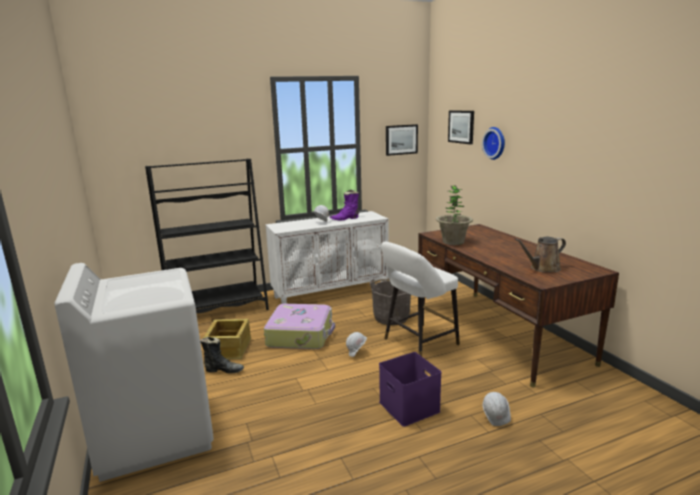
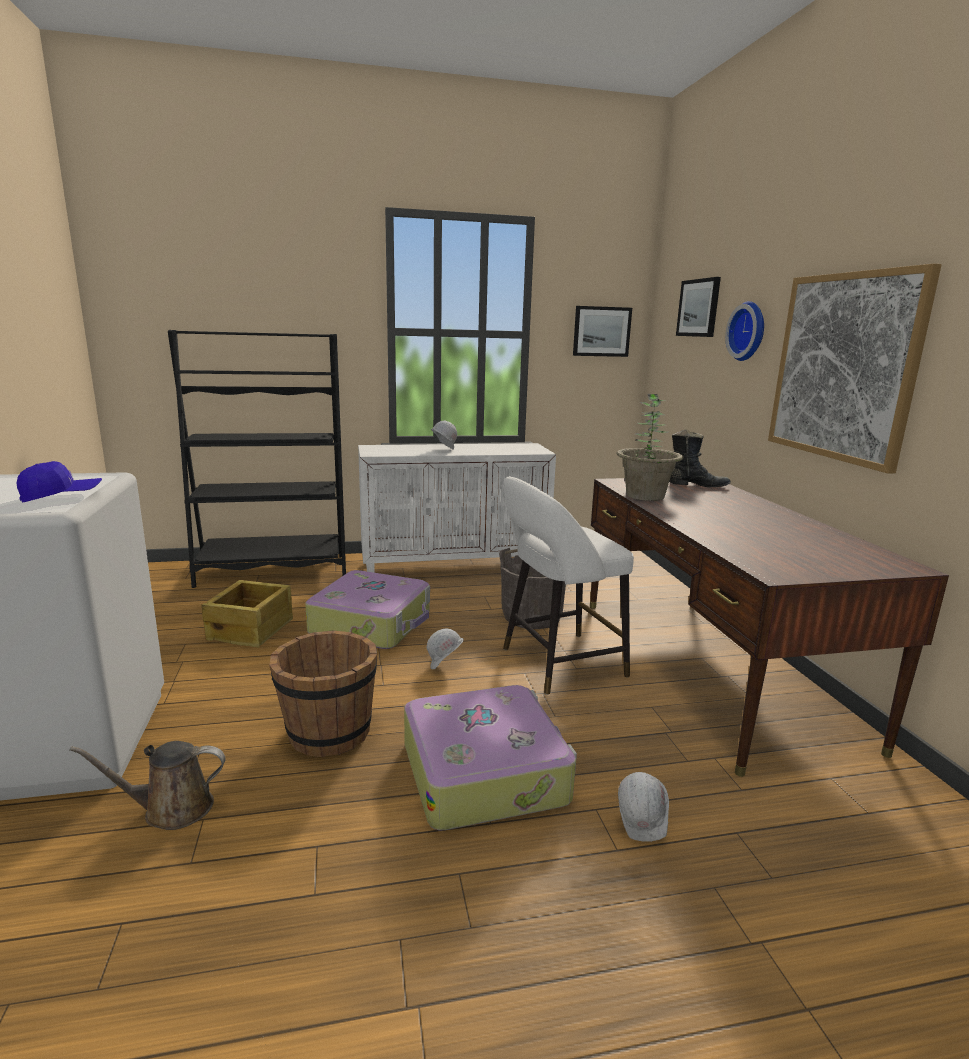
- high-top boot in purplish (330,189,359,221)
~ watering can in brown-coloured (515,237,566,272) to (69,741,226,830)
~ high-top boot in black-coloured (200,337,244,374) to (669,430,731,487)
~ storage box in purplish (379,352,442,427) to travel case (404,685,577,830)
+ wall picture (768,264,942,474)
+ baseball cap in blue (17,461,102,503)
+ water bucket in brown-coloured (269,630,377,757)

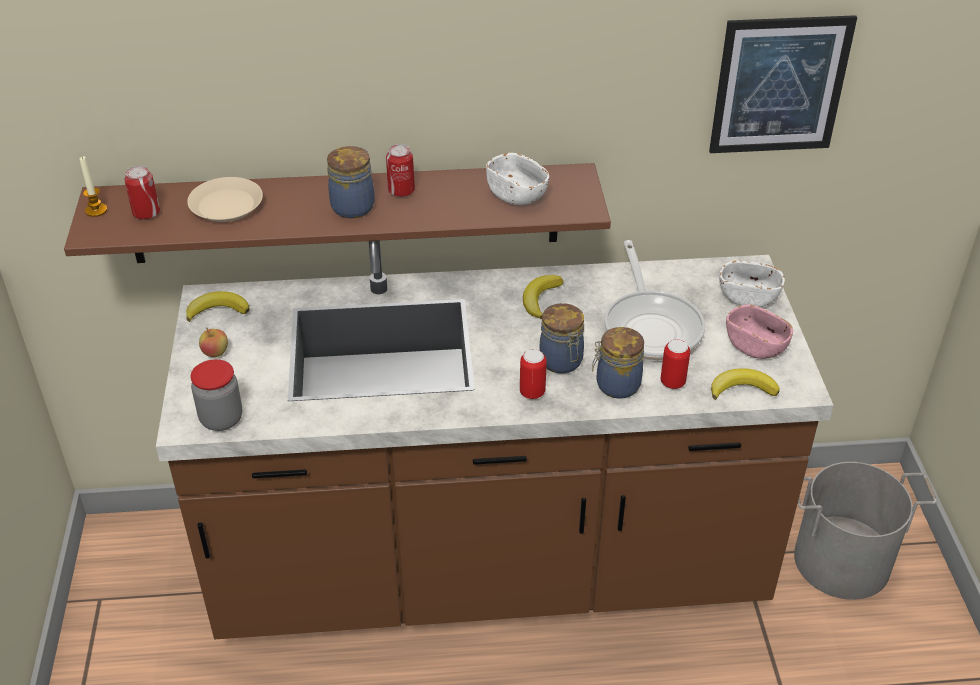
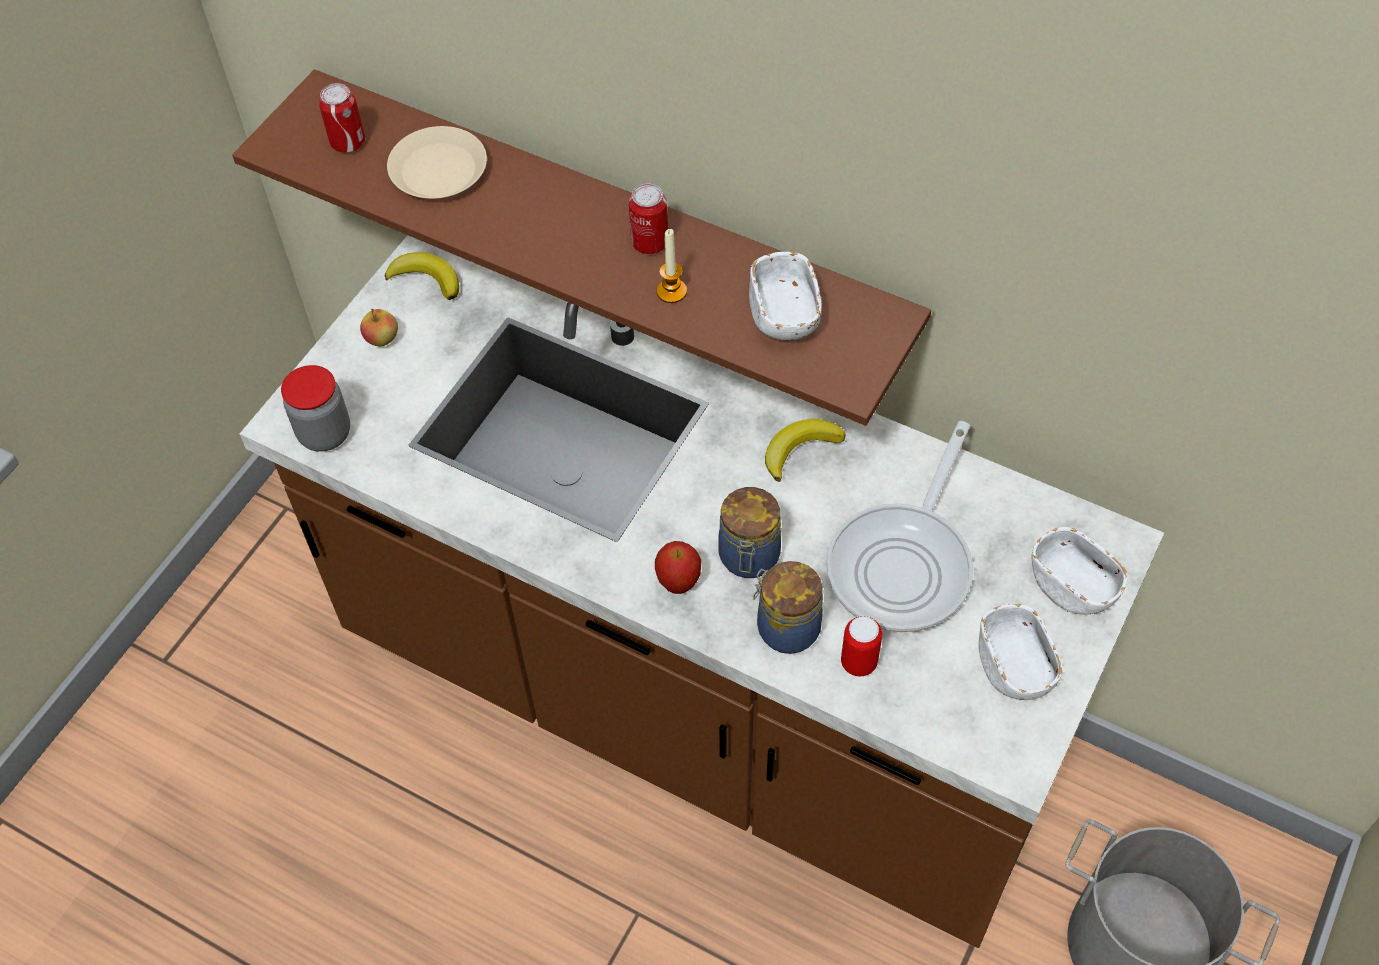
- wall picture (709,15,857,153)
- preserve jar (327,146,375,218)
~ wax light (79,156,107,217) to (657,229,687,303)
~ serving bowl in pink (726,304,793,359) to serving bowl in white (979,604,1063,700)
~ can (520,349,547,400) to apple fruit (655,541,701,594)
- banana (711,368,780,400)

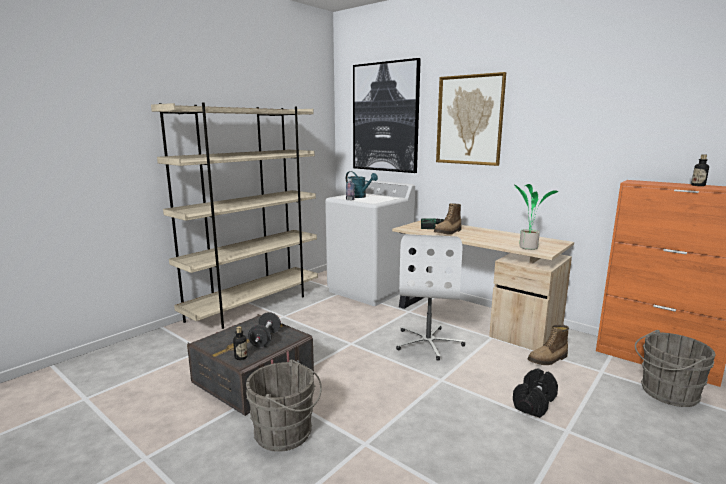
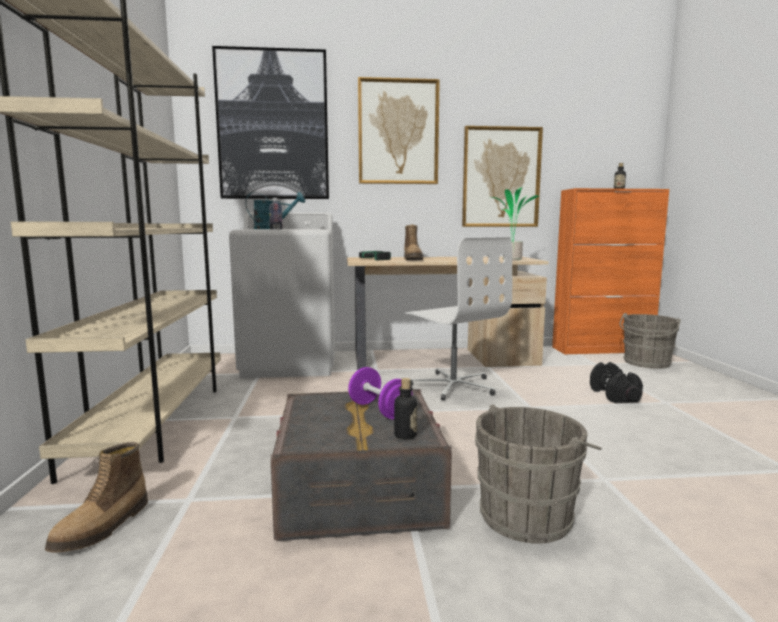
~ dumbbell in black-coloured (248,312,281,348) to dumbbell in purplish (348,367,413,419)
~ high-top boot (528,325,569,365) to (45,442,148,553)
+ wall picture (462,126,543,227)

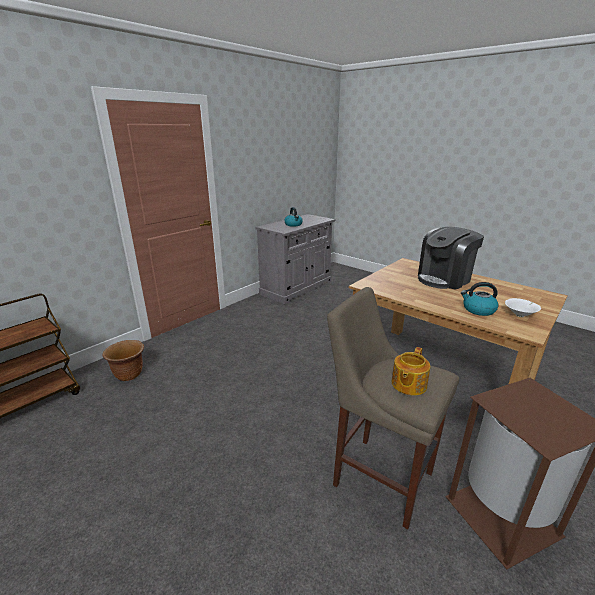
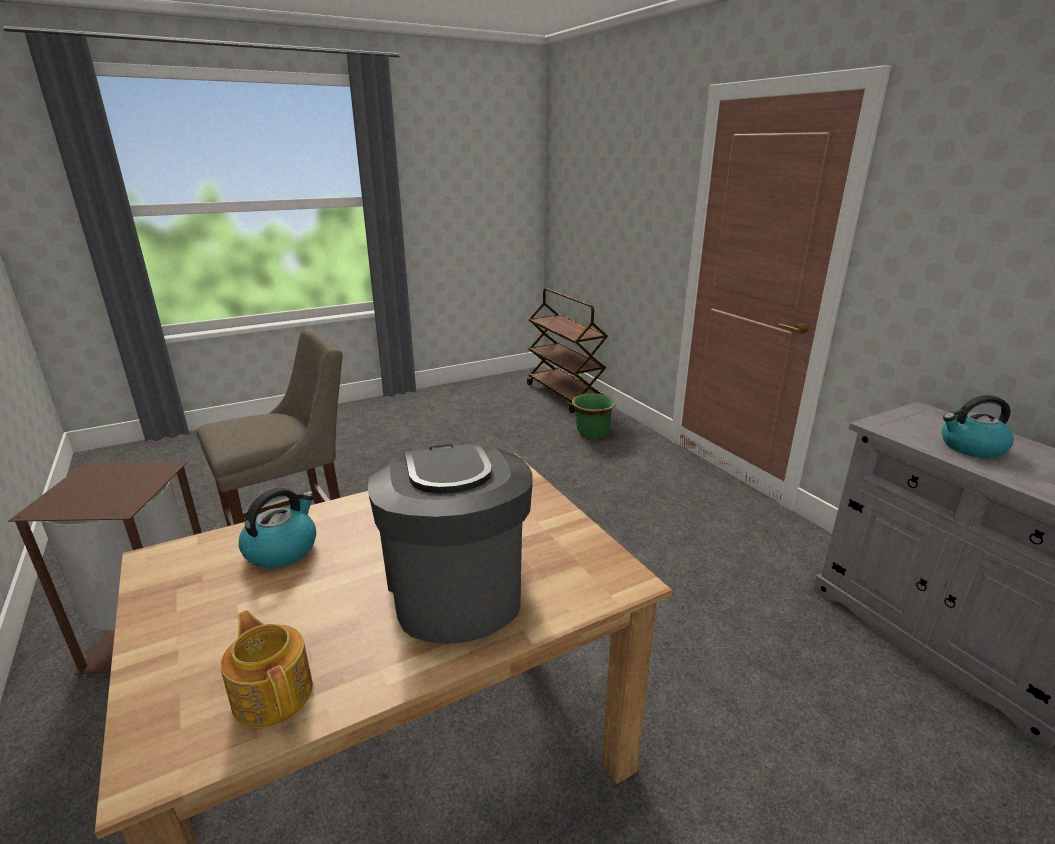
- serving bowl in white (505,298,541,317)
~ plant pot in brown-coloured (103,340,144,381) to plant pot in greenish (572,393,616,439)
~ tea pot (392,347,430,395) to (220,610,313,728)

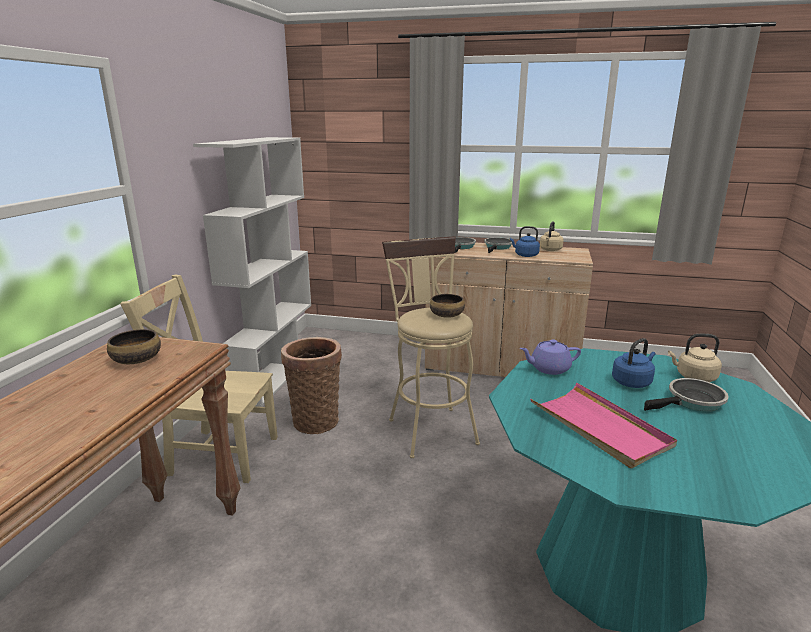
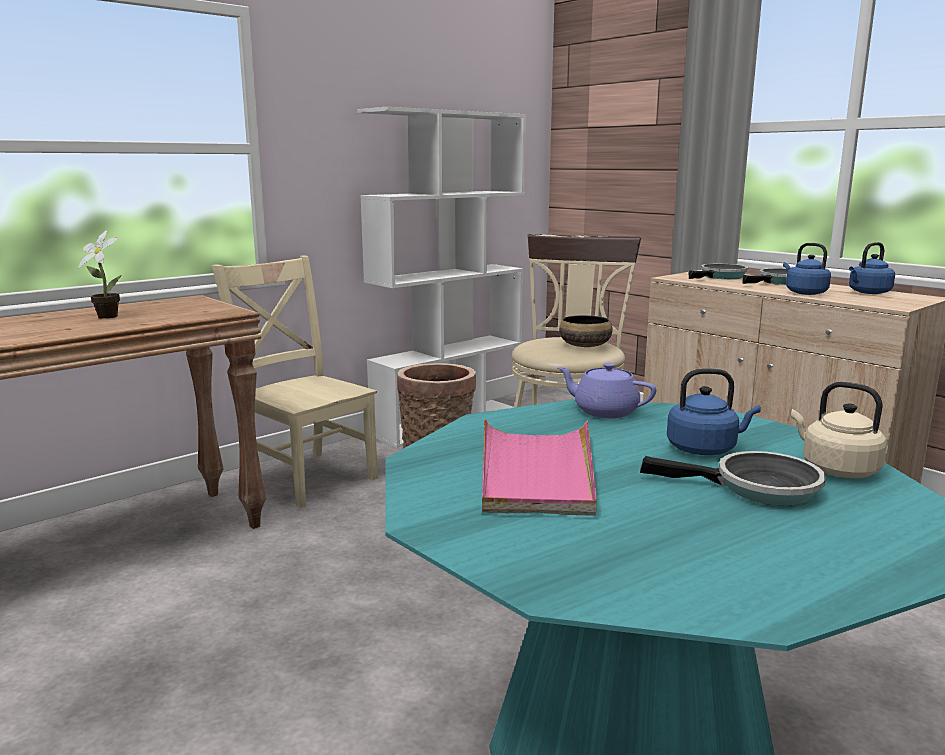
~ tea kettle in sand-coloured (540,221,564,251) to tea kettle in blue (849,242,895,294)
- serving bowl (107,329,161,364)
+ plant in a pot (78,230,121,319)

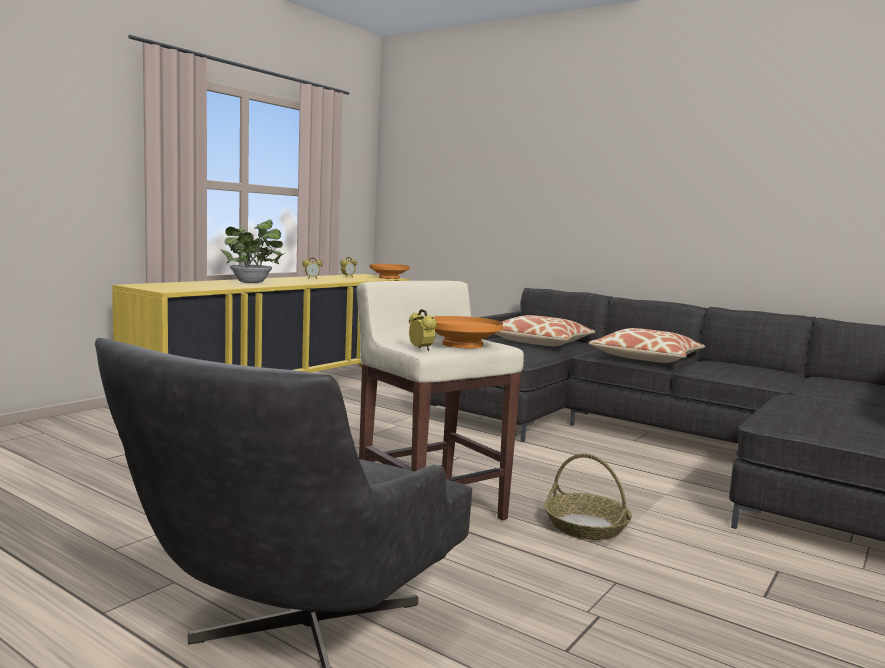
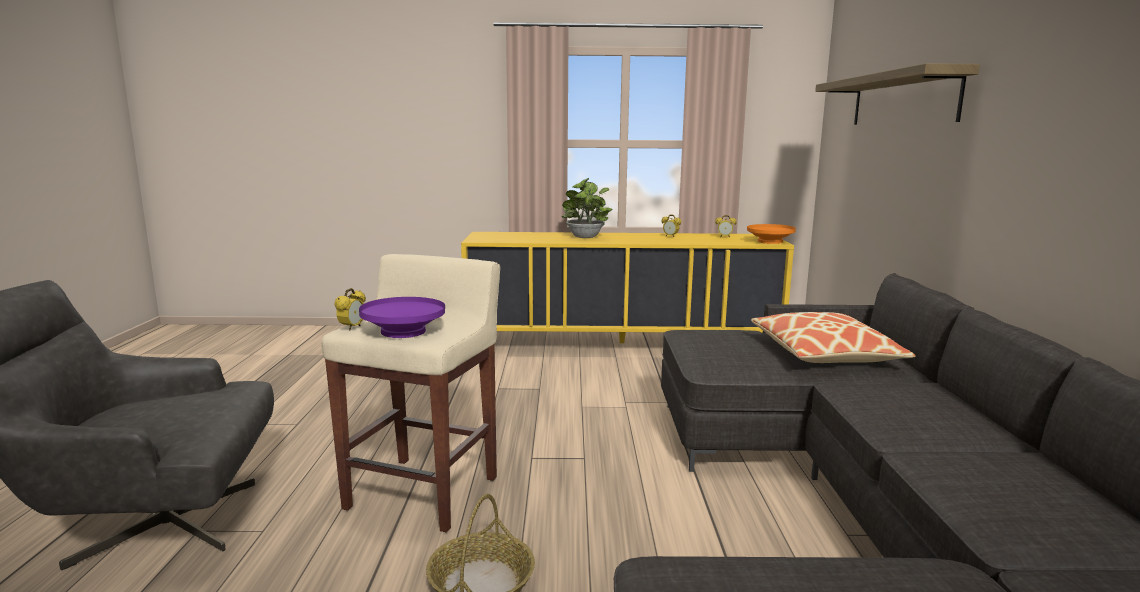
~ serving bowl in orangey (433,316,503,349) to serving bowl in purplish (359,297,445,338)
- pillow (588,328,705,363)
+ shelf (815,63,980,125)

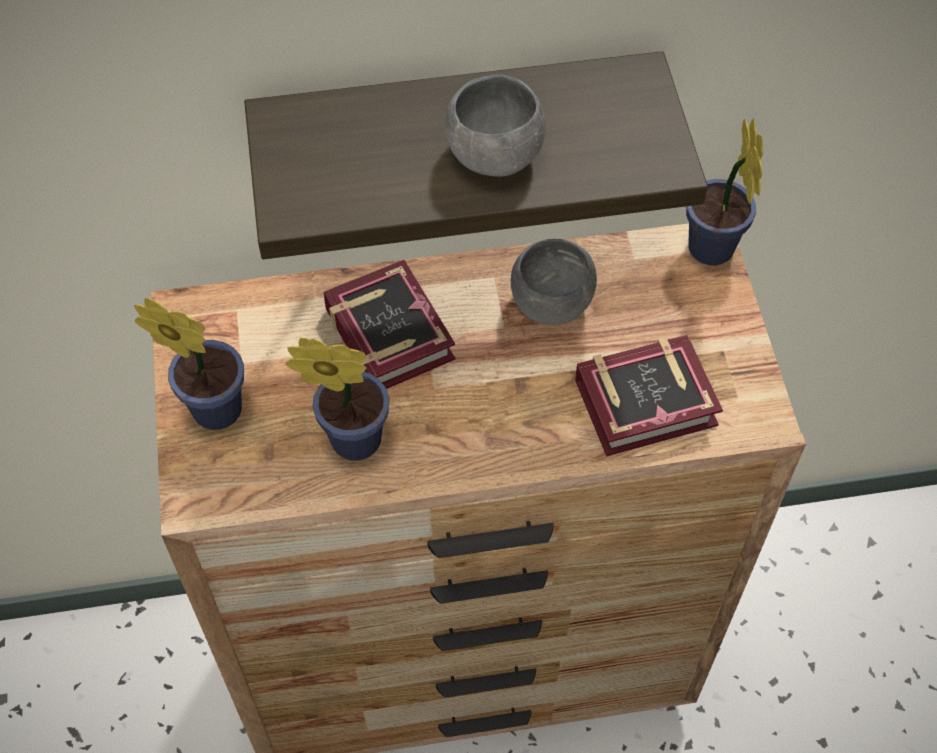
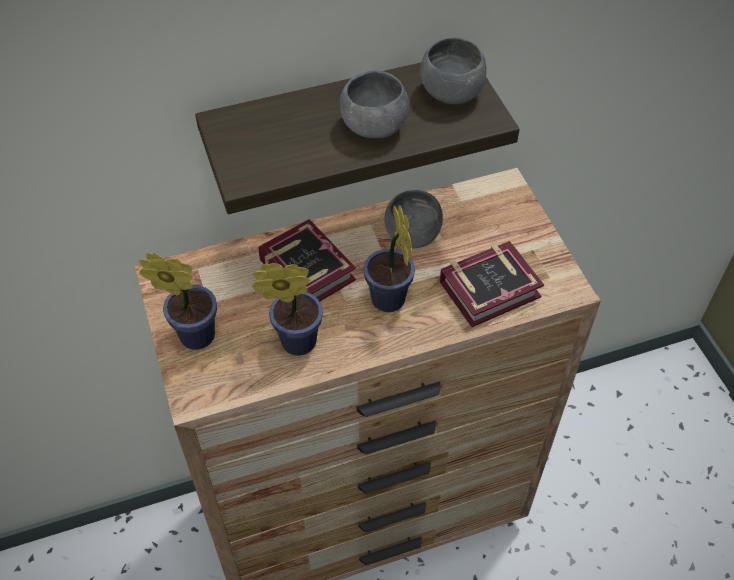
~ plant in a pot (686,118,763,266) to (363,205,415,312)
+ serving bowl in gray (420,37,486,104)

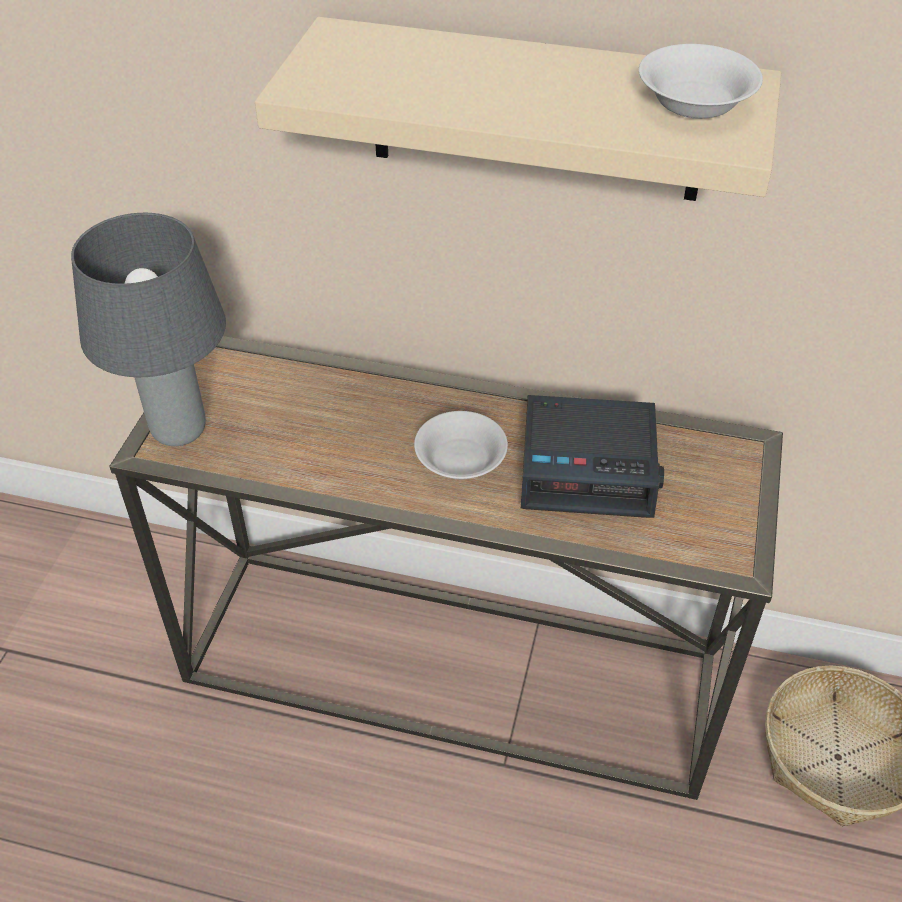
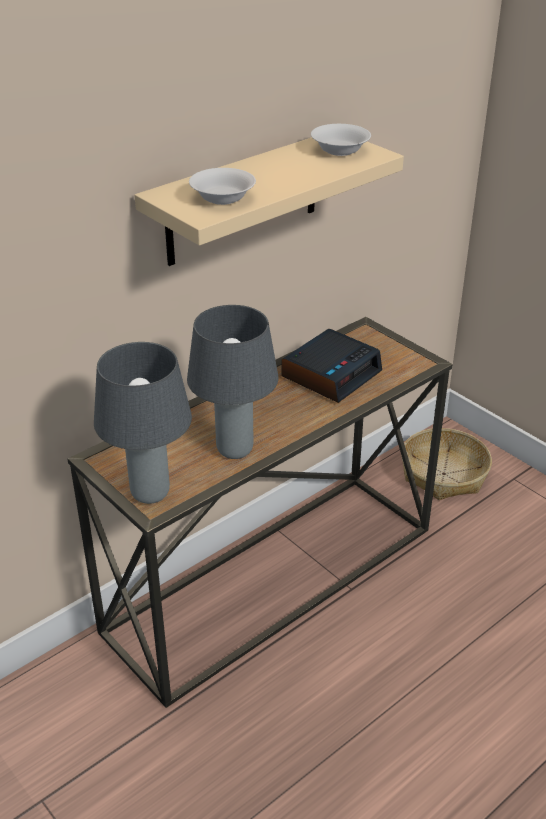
~ serving bowl in white (414,411,508,479) to (189,168,256,205)
+ table lamp in gray (187,305,279,459)

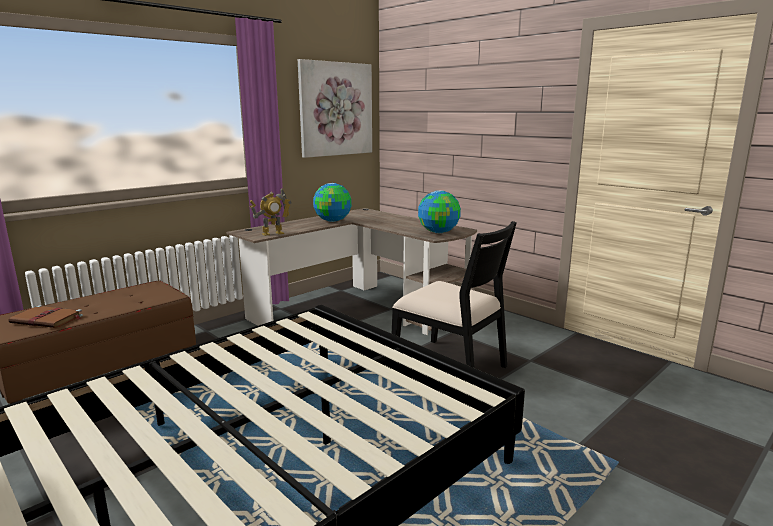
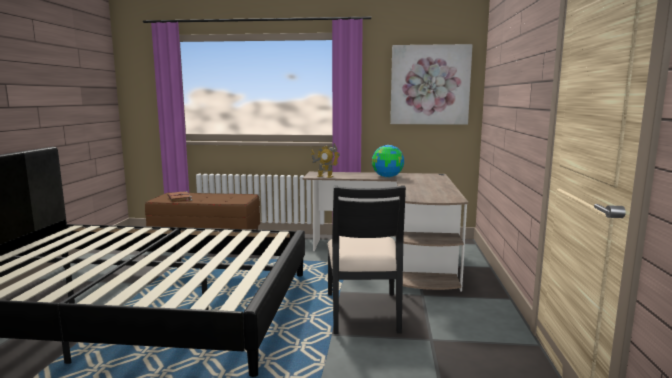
- desk globe (418,190,461,234)

